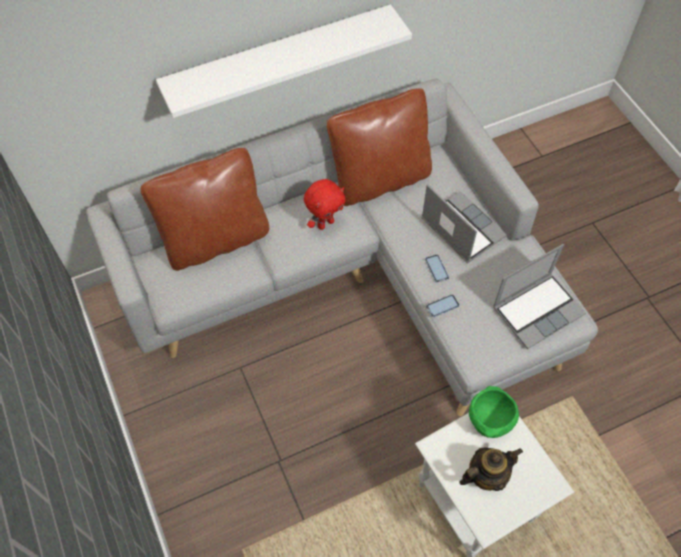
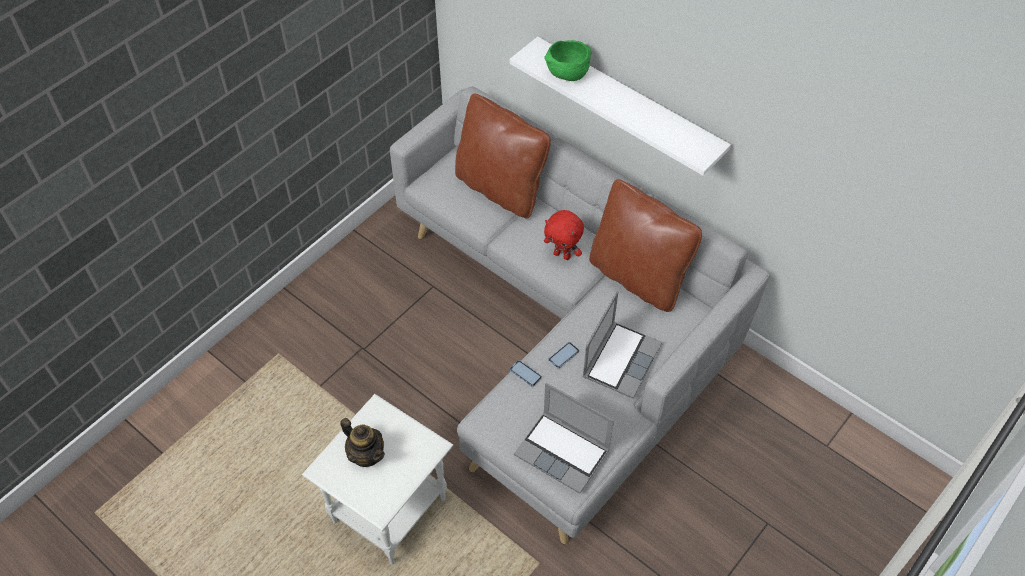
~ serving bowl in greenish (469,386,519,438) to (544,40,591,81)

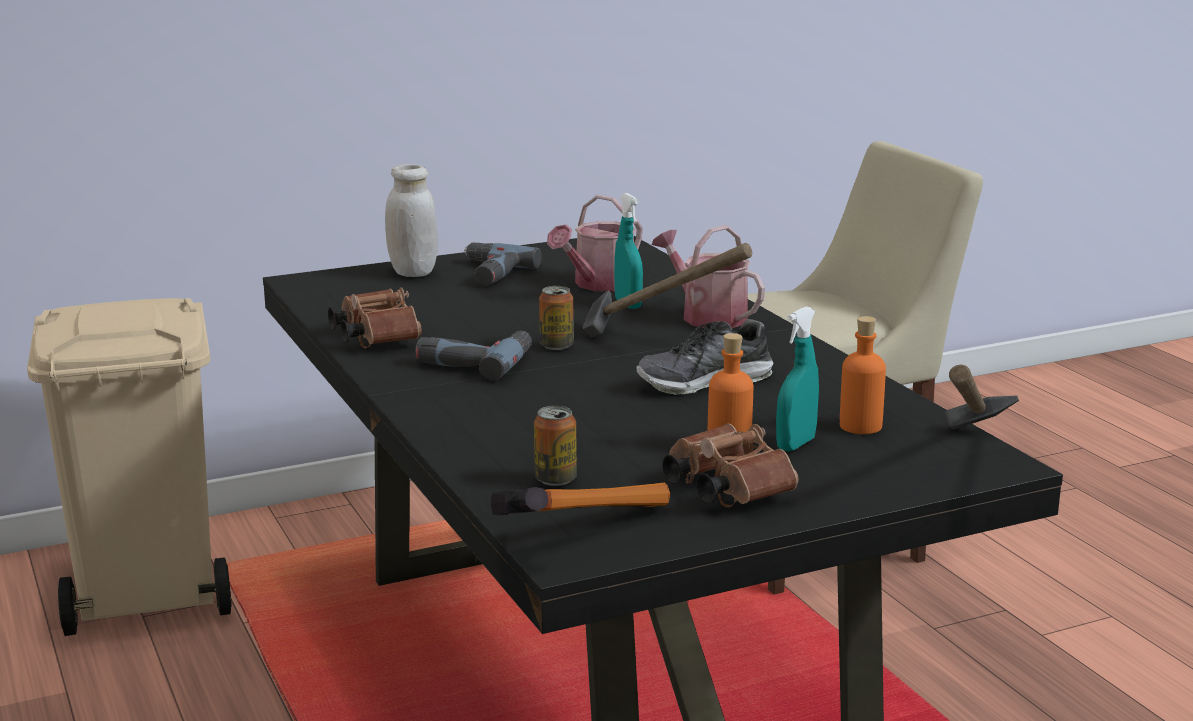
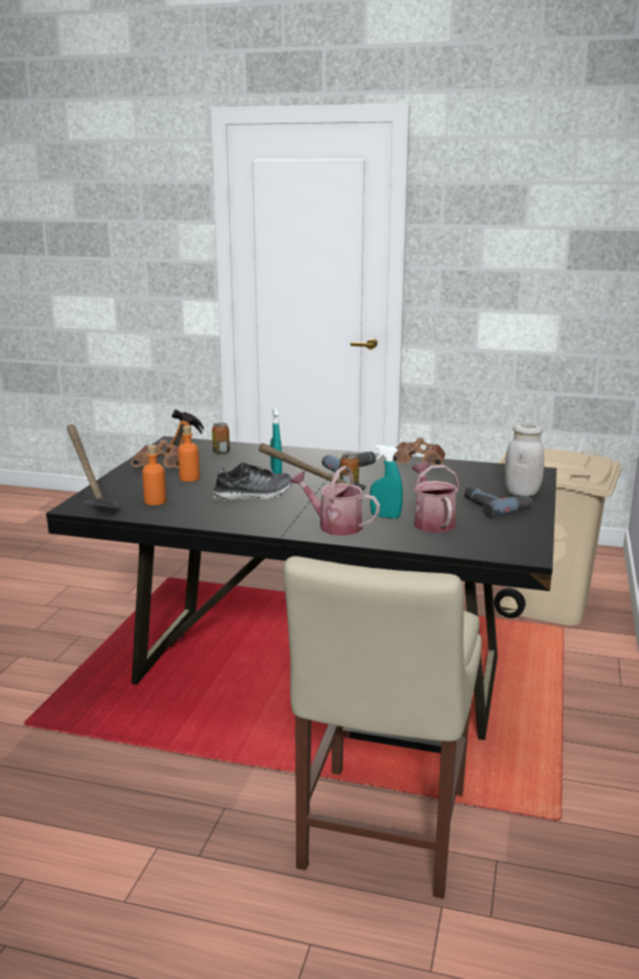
~ watering can (652,225,765,328) = (290,466,380,536) 150 degrees counterclockwise
~ sprayer in turquoise (776,307,819,451) to (270,407,282,474)
~ low shoe (636,319,773,395) = (213,462,292,501) 60 degrees clockwise

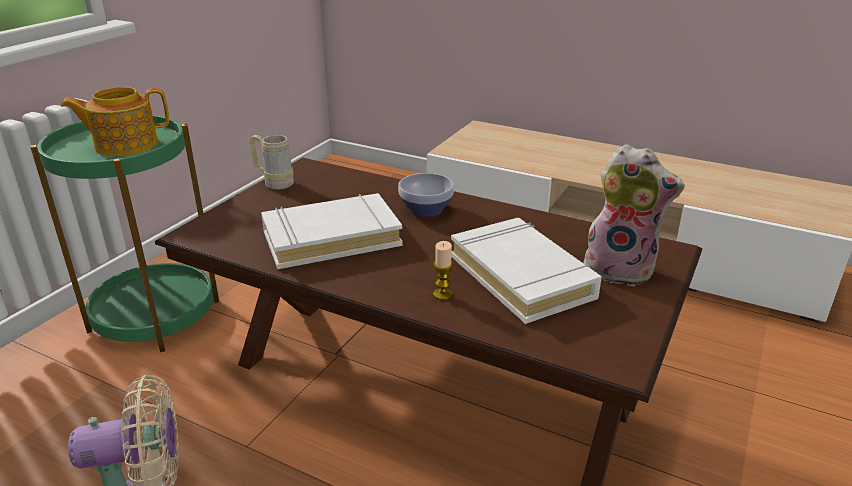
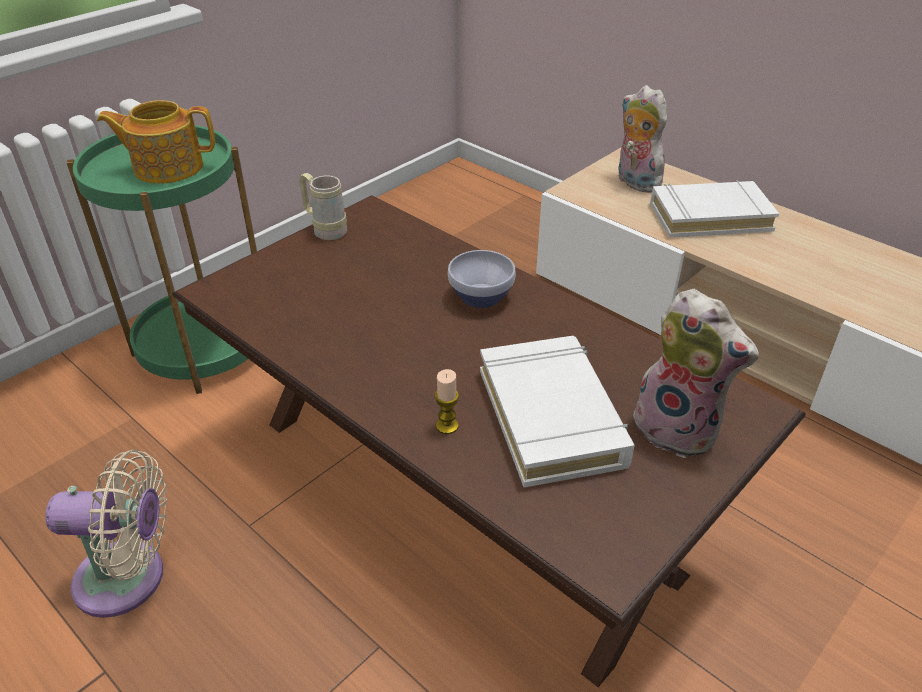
~ book in white (261,193,403,269) to (650,180,779,238)
+ soft toy (618,85,667,193)

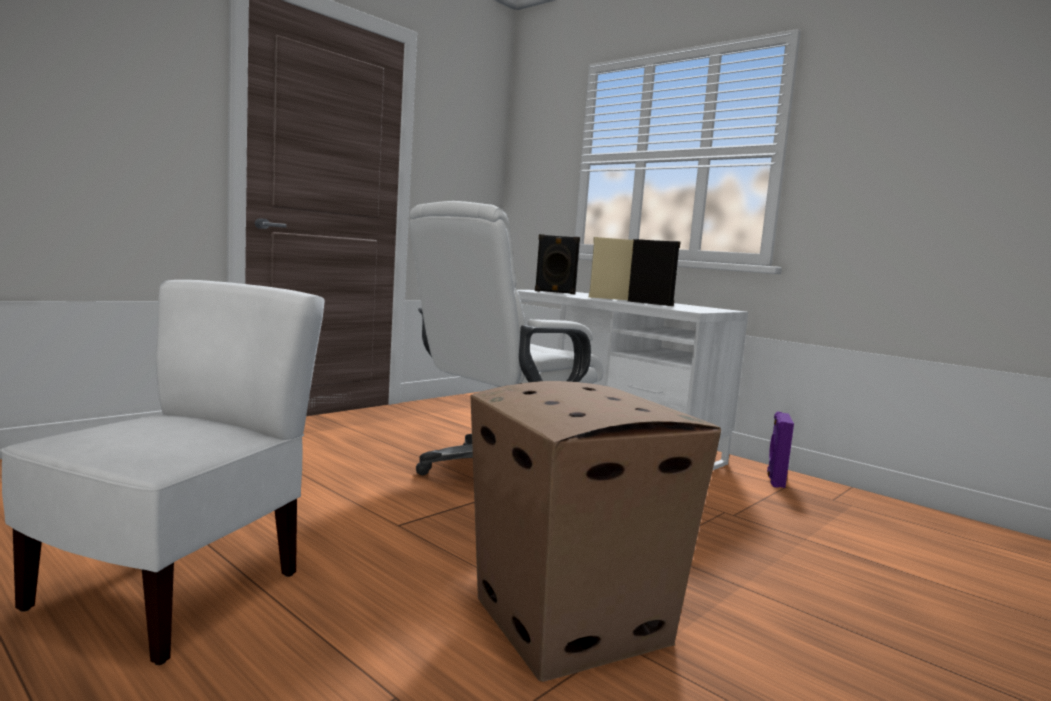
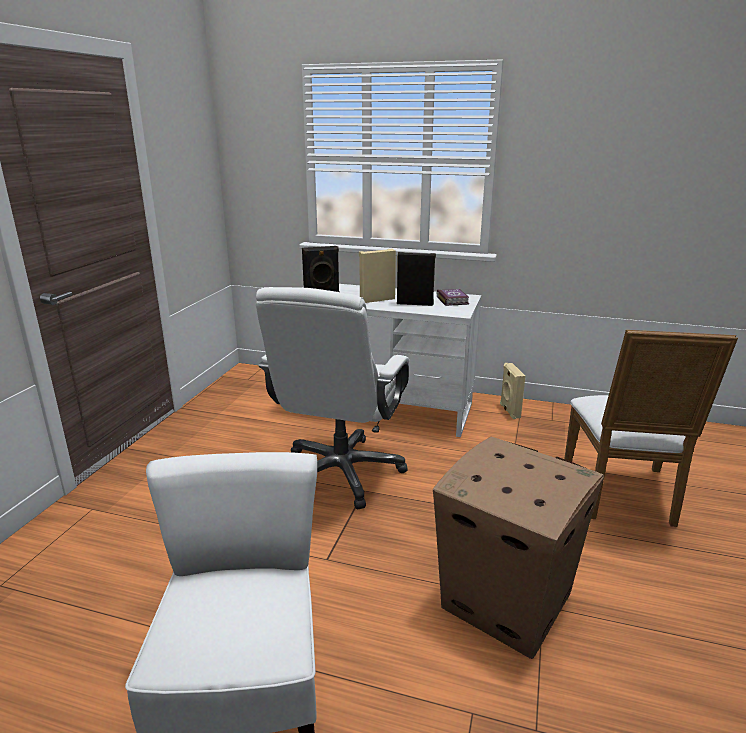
~ speaker in purplish (767,412,794,488) to speaker in sand-coloured (500,363,525,419)
+ book (437,289,470,306)
+ upright chair in white (564,330,738,527)

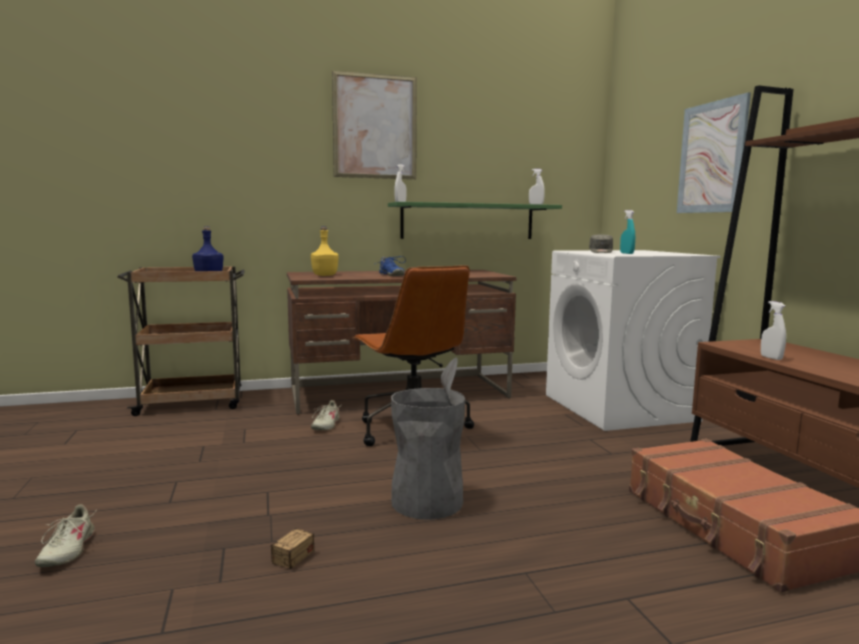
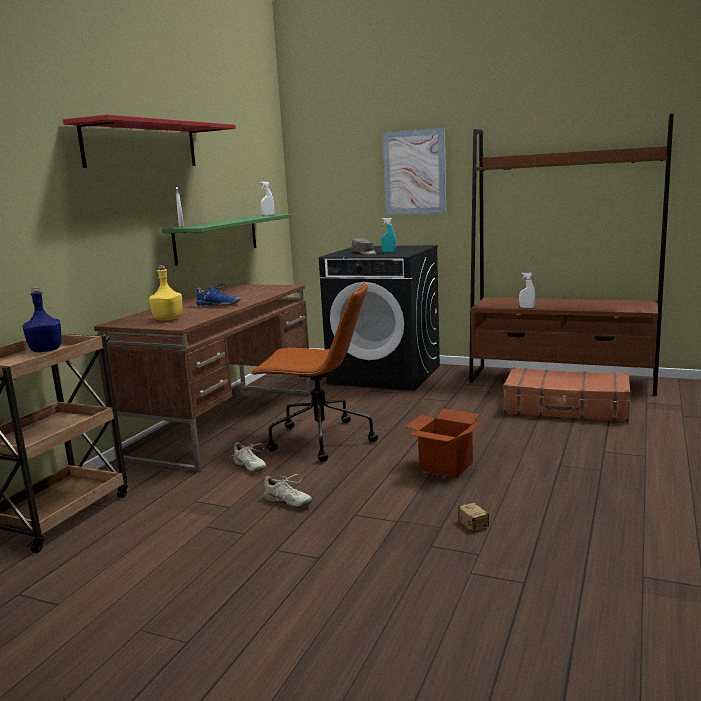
~ wall picture (332,71,417,179) to shelf in reddish (63,114,236,168)
~ laundry appliance in white (546,250,721,431) to laundry appliance in black-coloured (319,245,440,391)
~ rubbish bin in gray (391,357,465,520) to packing box (405,409,485,478)
~ low shoe in sand-coloured (35,504,97,567) to (264,474,312,508)

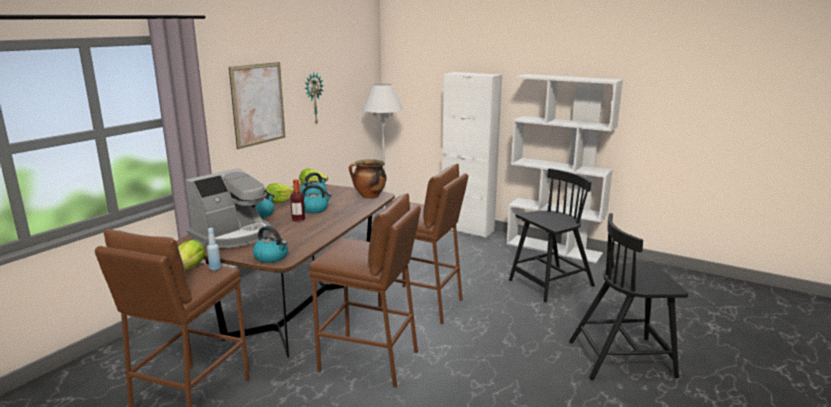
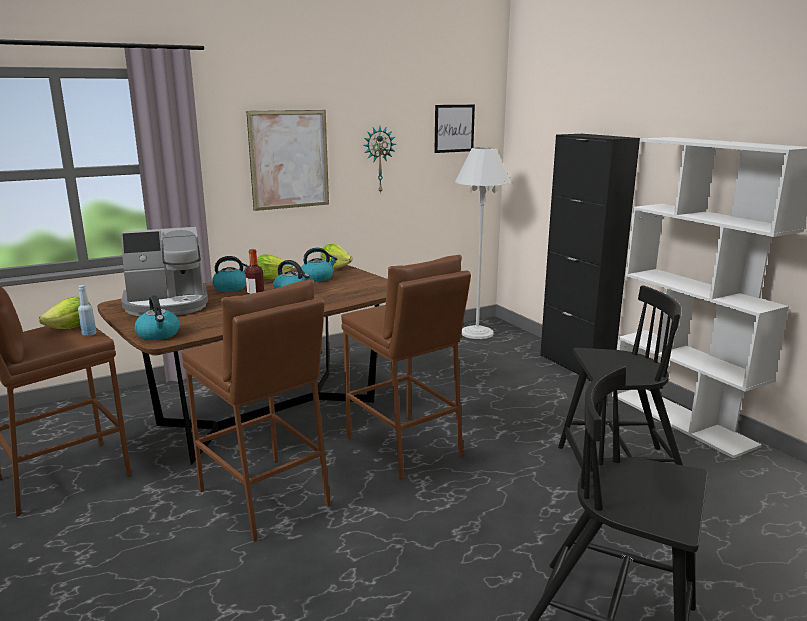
~ cabinet in white (442,72,502,238) to cabinet in black-coloured (540,134,640,381)
- saucepot (349,159,386,199)
+ wall picture (434,105,475,153)

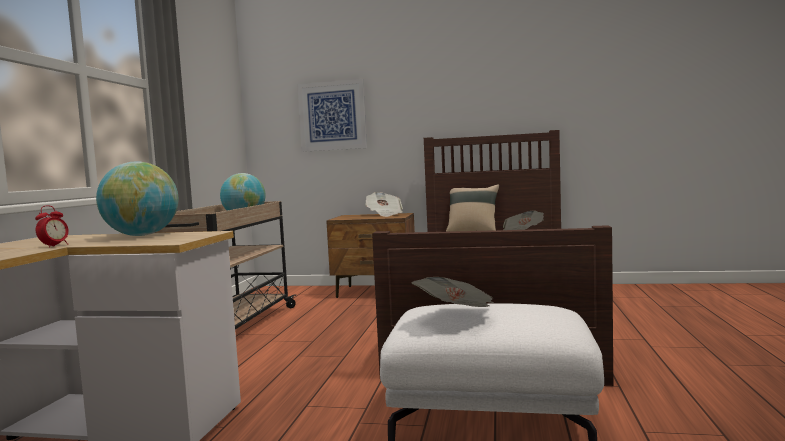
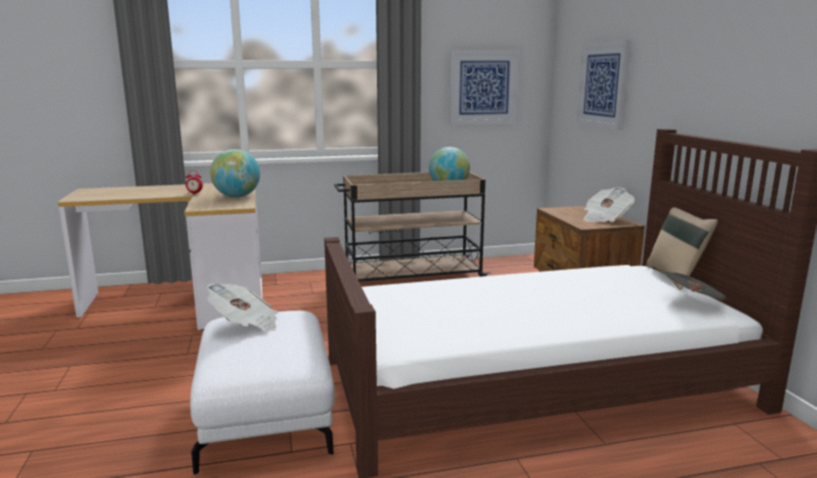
+ wall picture (449,50,520,124)

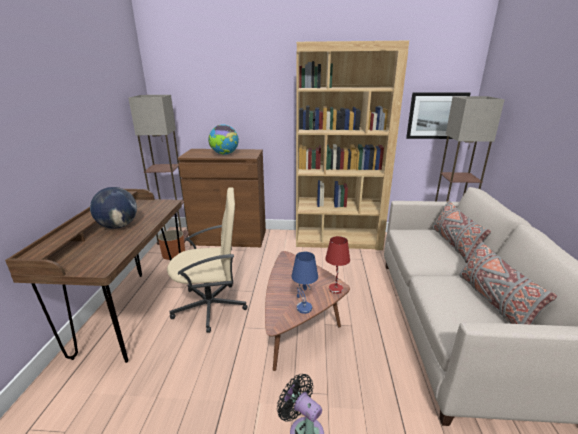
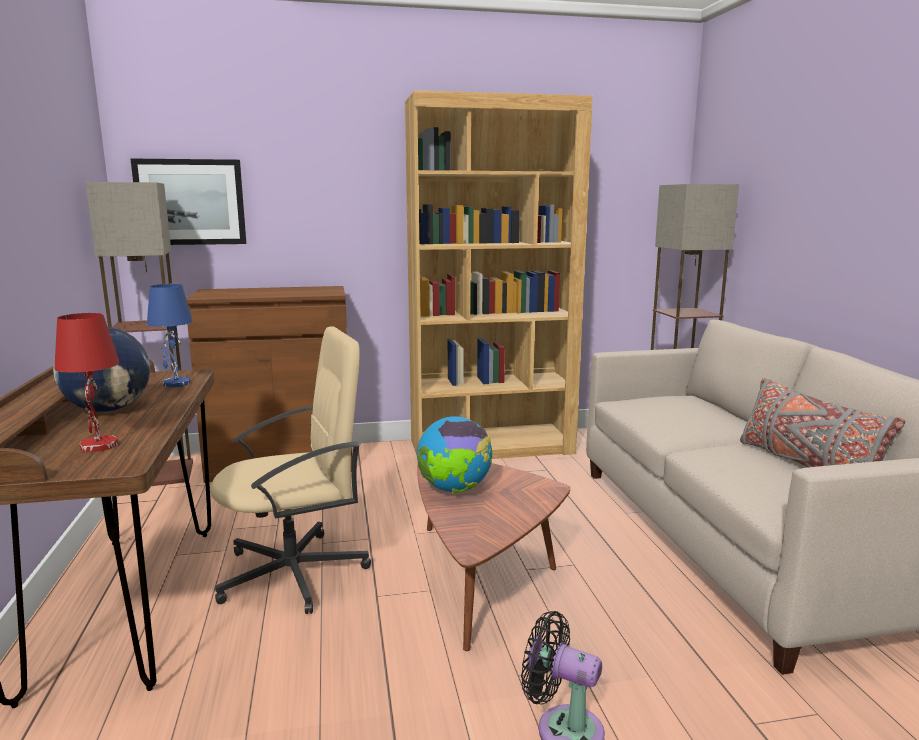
~ wall picture (406,93,471,139) to (130,158,246,245)
~ desk globe (208,124,239,155) to (417,416,492,493)
- pillow in gray (433,200,491,263)
- plant pot in orangey (158,230,185,260)
~ table lamp in reddish (325,236,350,294) to (54,313,120,452)
~ table lamp in blue (292,252,318,314) to (147,284,193,387)

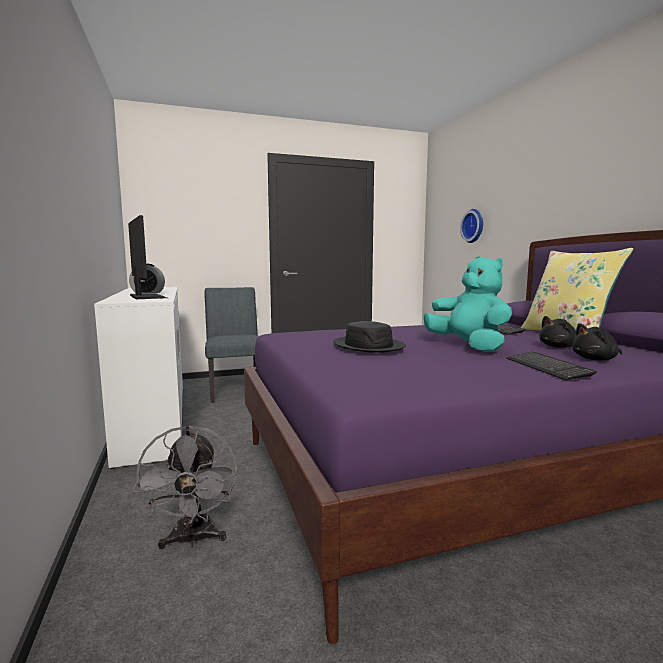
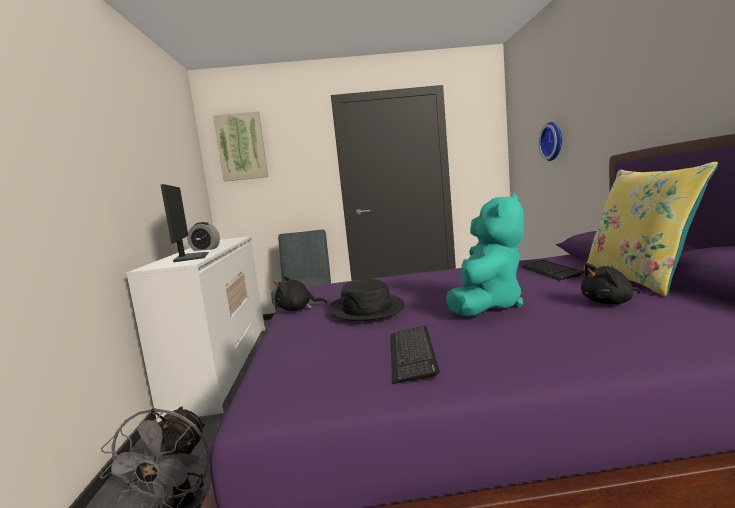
~ soft toy in turquoise (424,256,512,352) = (446,193,524,316) 45 degrees clockwise
~ soft toy in black-coloured (572,323,622,360) to (274,276,327,311)
~ computer keyboard (506,352,597,380) to (390,326,440,384)
+ wall picture (213,111,268,181)

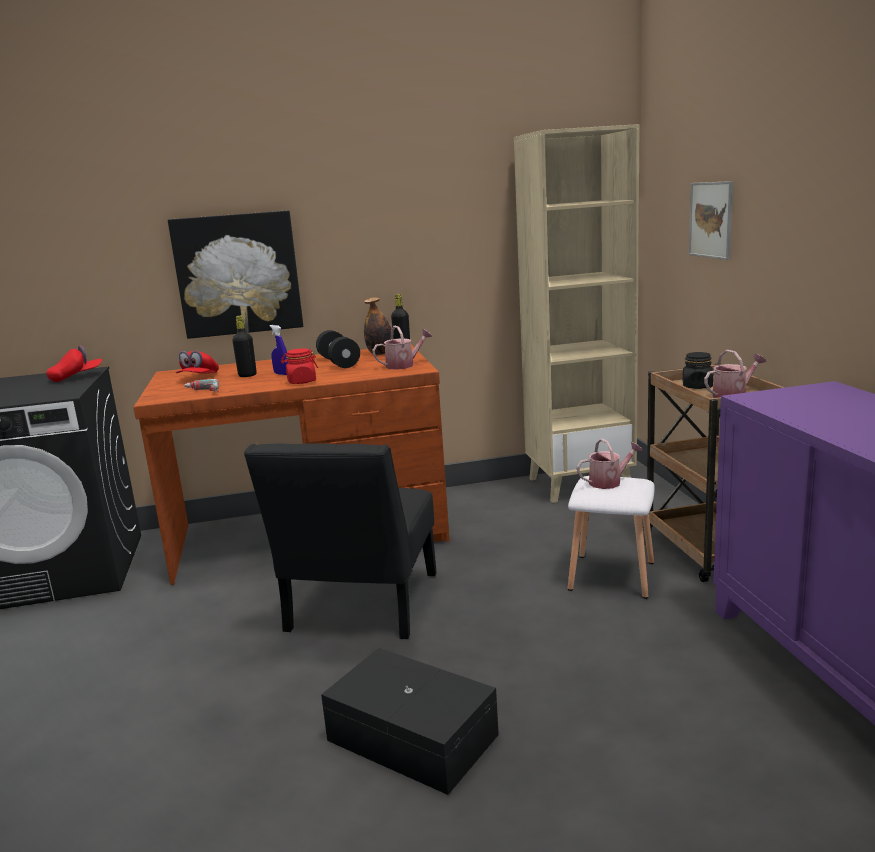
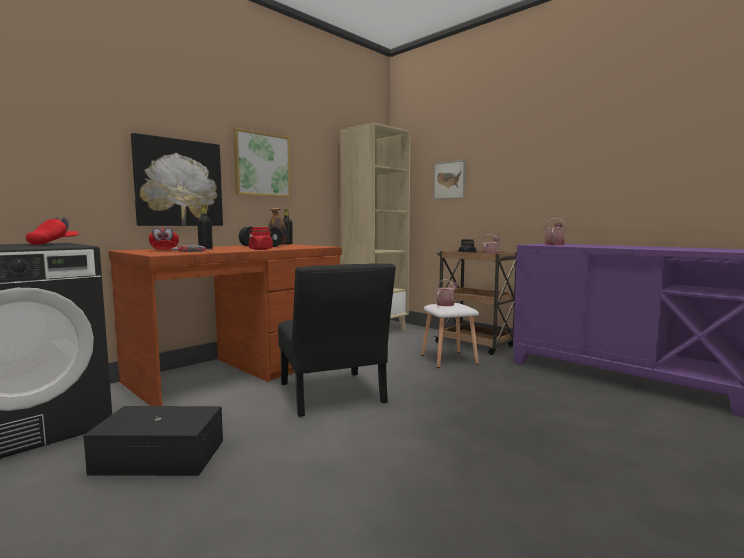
- sprayer in blue (270,325,288,375)
~ watering can (372,326,432,370) to (545,218,566,245)
~ storage box in black-coloured (321,648,499,795) to (83,406,223,476)
+ wall picture (233,128,291,197)

